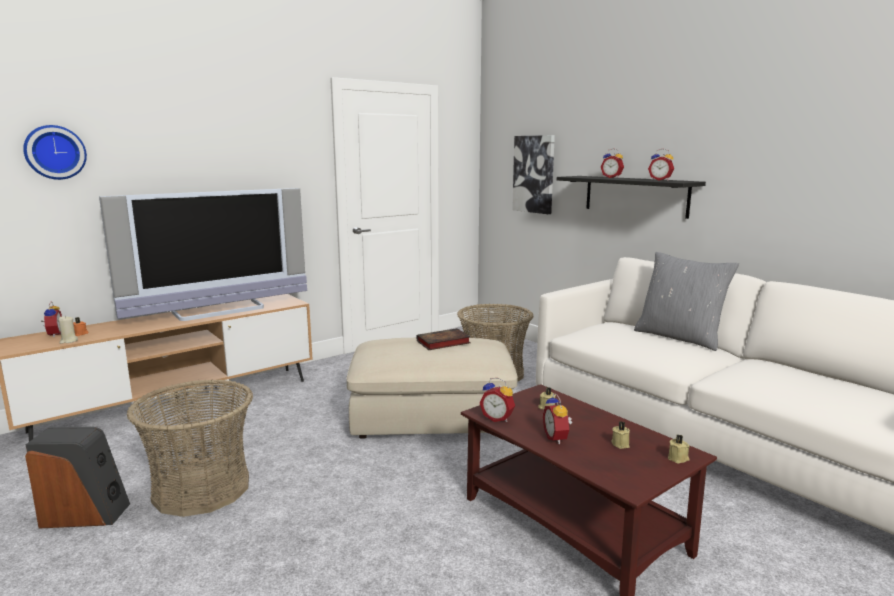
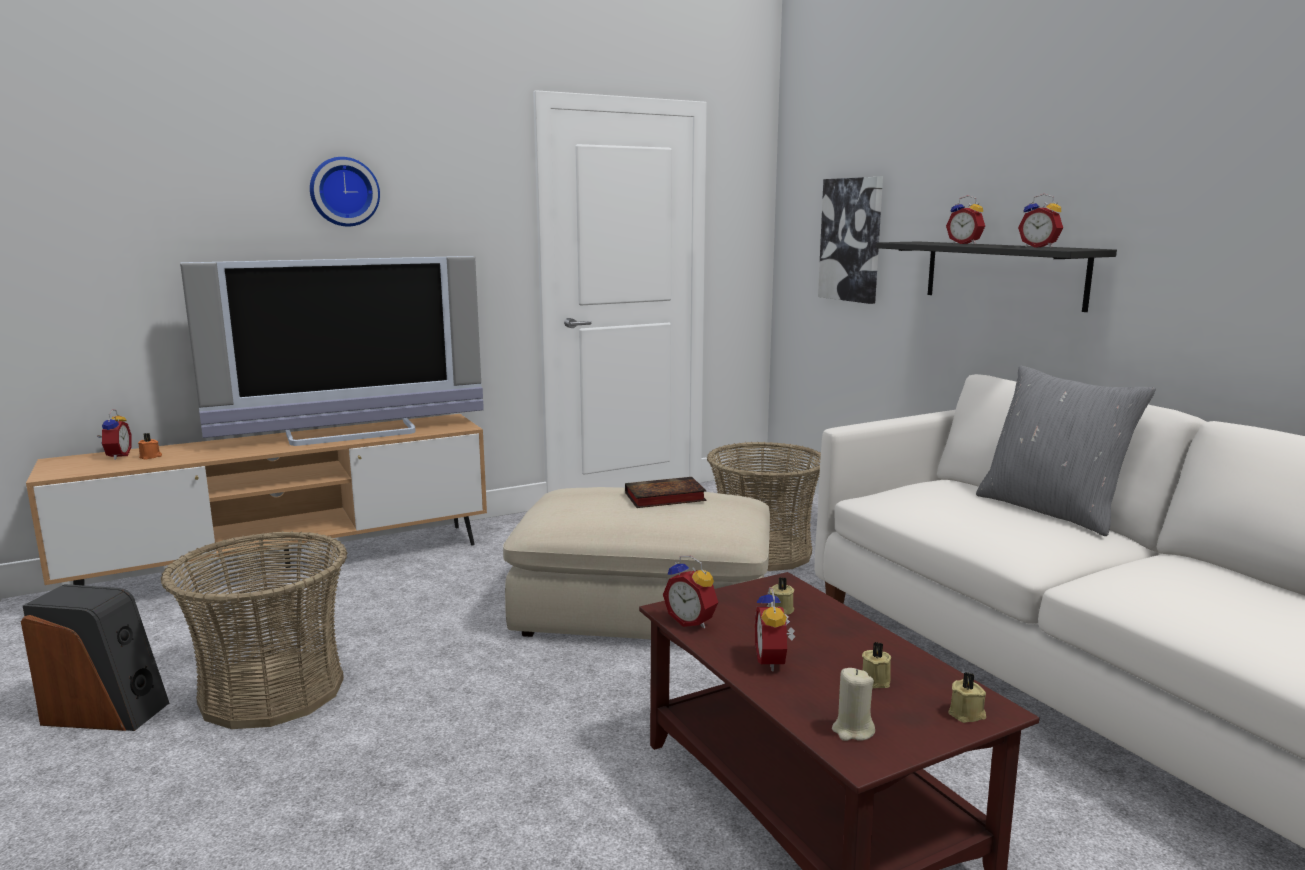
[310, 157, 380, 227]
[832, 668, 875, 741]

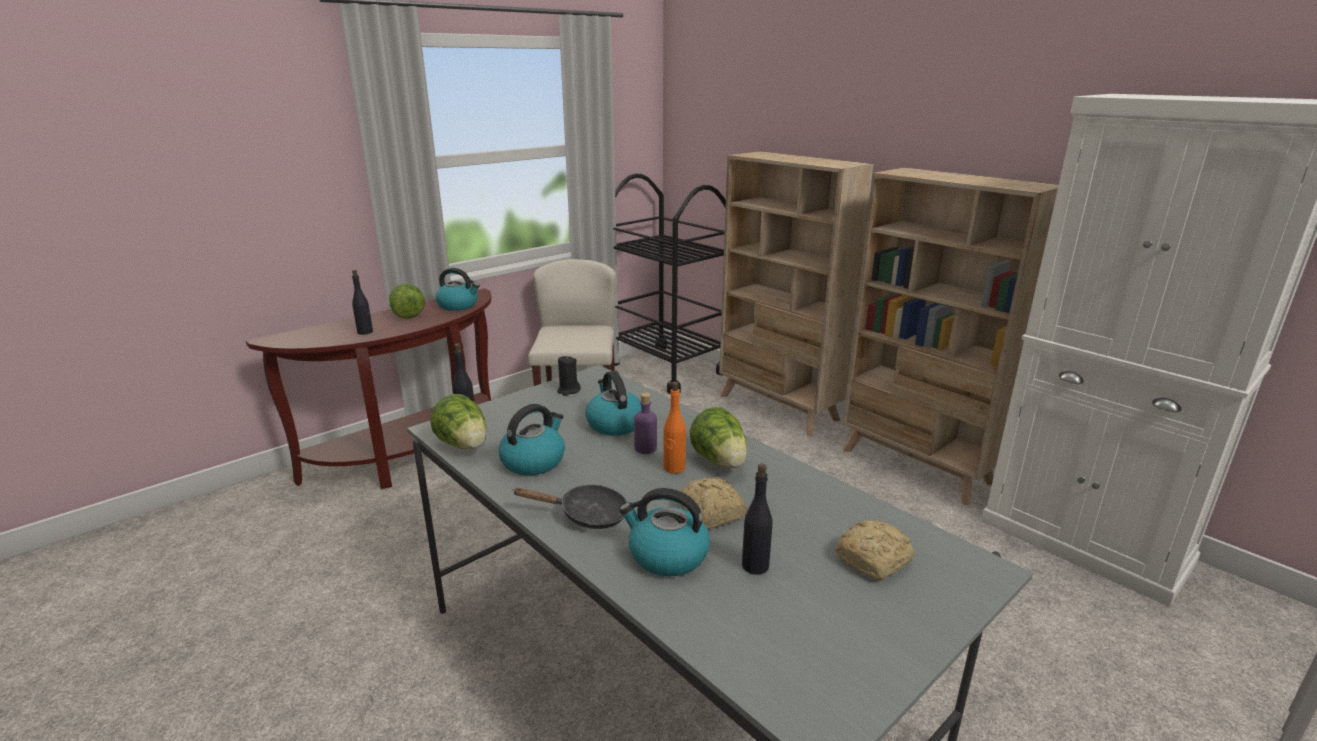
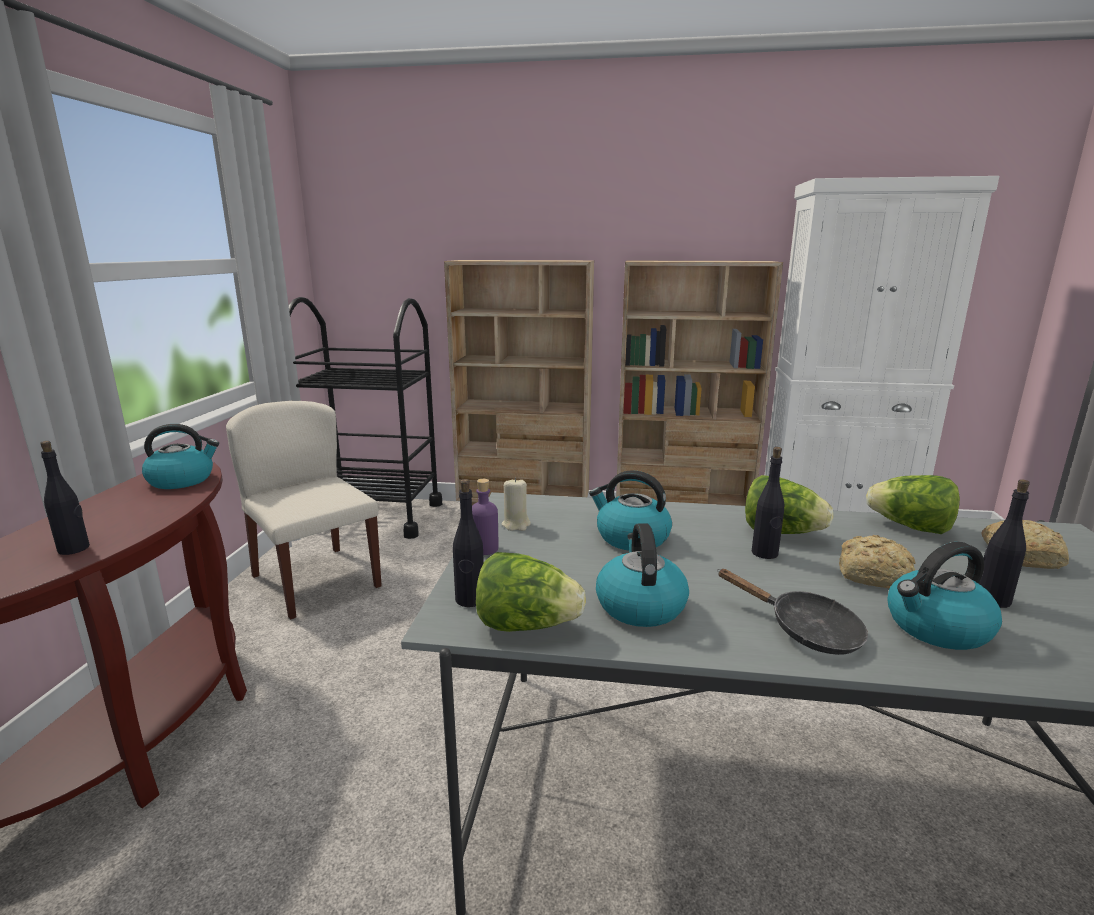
[472, 479, 498, 555]
[502, 478, 531, 531]
[717, 569, 868, 655]
[752, 447, 784, 559]
[866, 475, 960, 534]

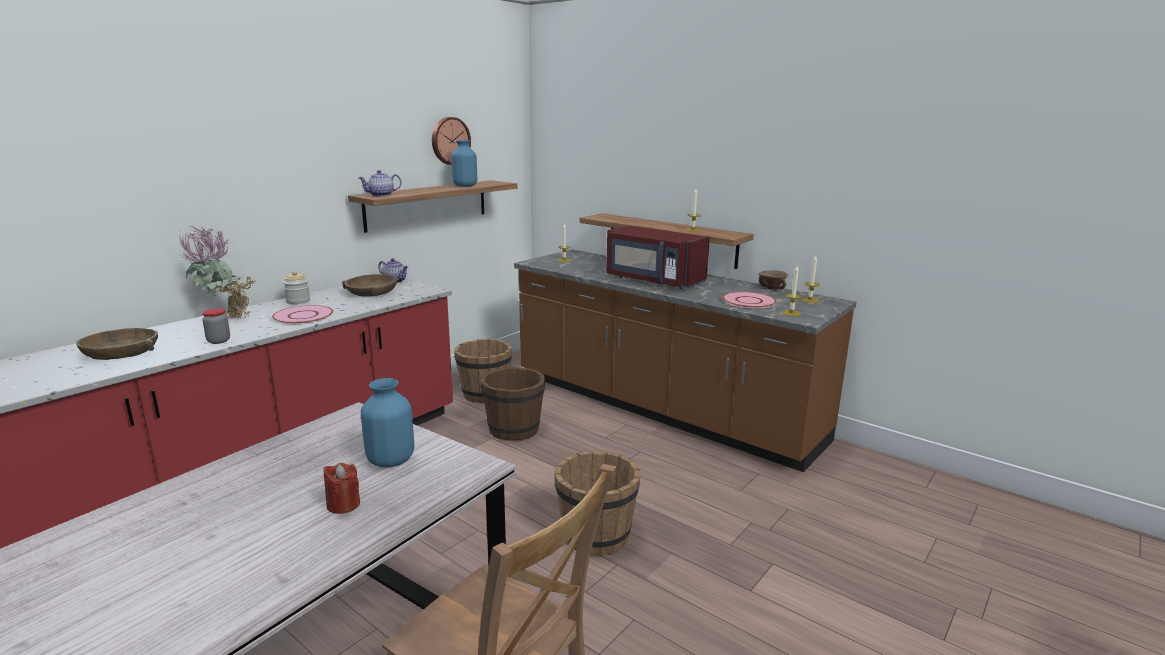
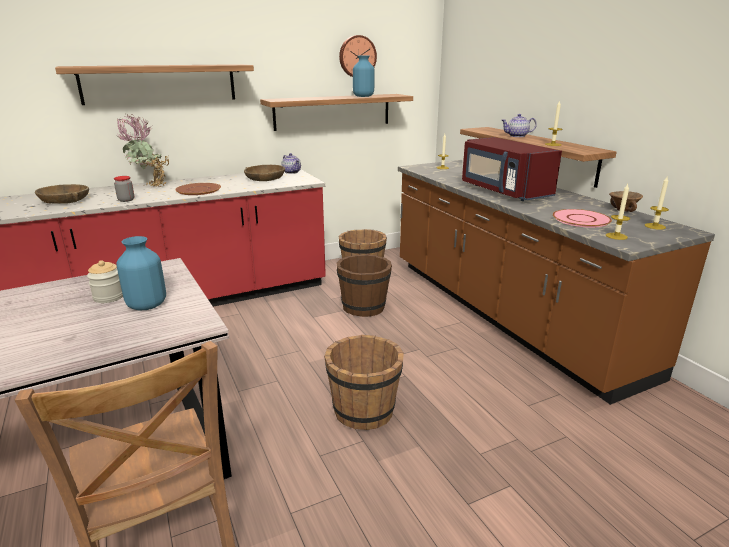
[55, 64, 254, 105]
[87, 260, 123, 303]
[175, 183, 221, 195]
[501, 114, 537, 137]
[323, 463, 360, 514] (first image)

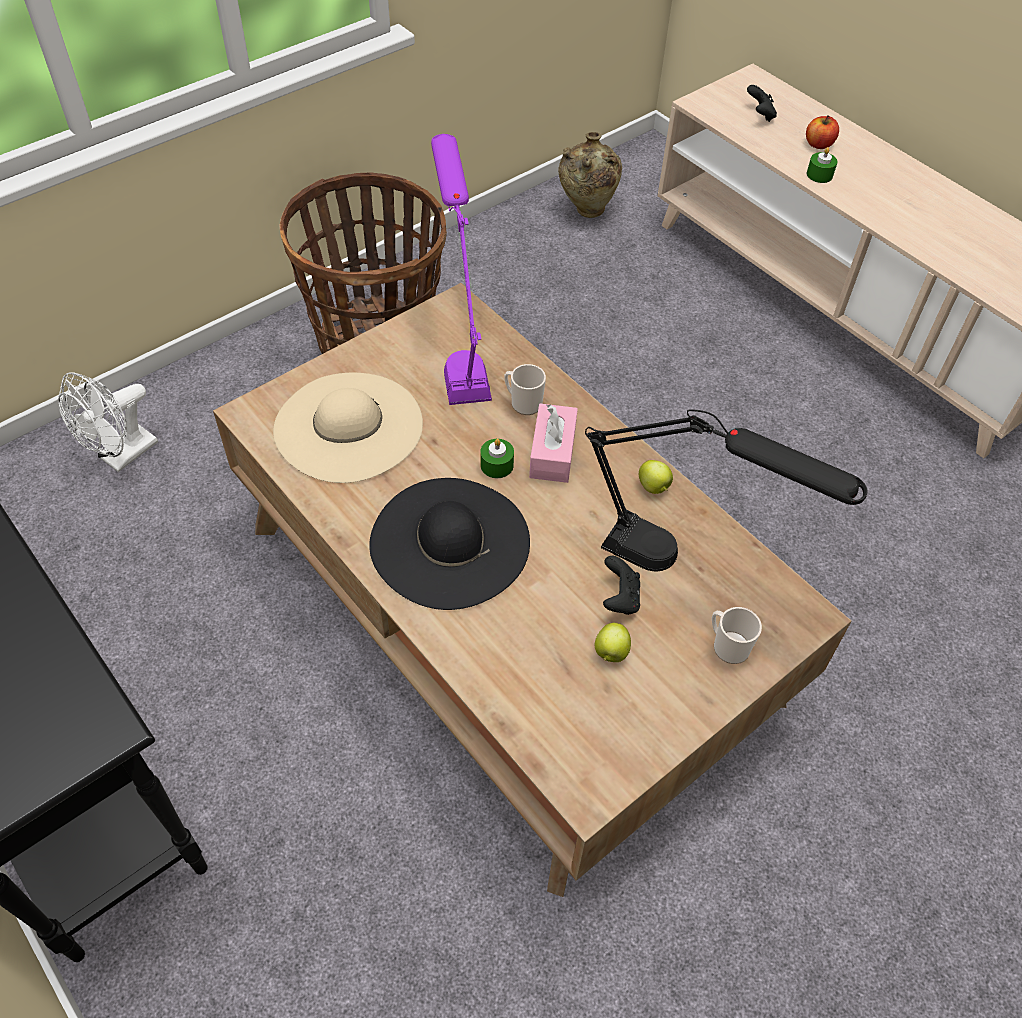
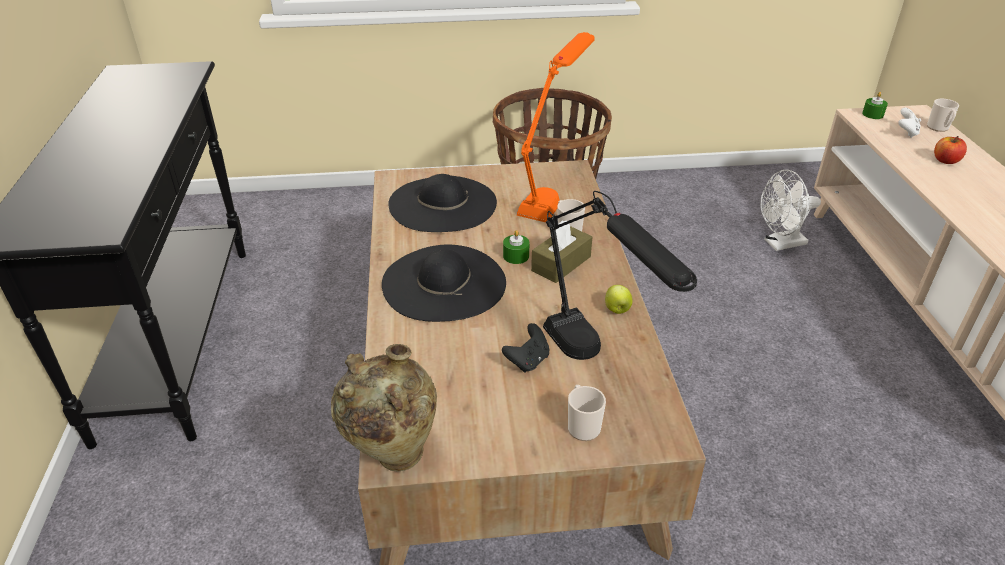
[331, 344, 437, 471]
[388, 174, 497, 232]
[517, 32, 595, 222]
[531, 220, 592, 283]
[760, 170, 821, 251]
[862, 92, 888, 119]
[898, 108, 921, 138]
[927, 99, 959, 132]
[595, 623, 631, 662] (first image)

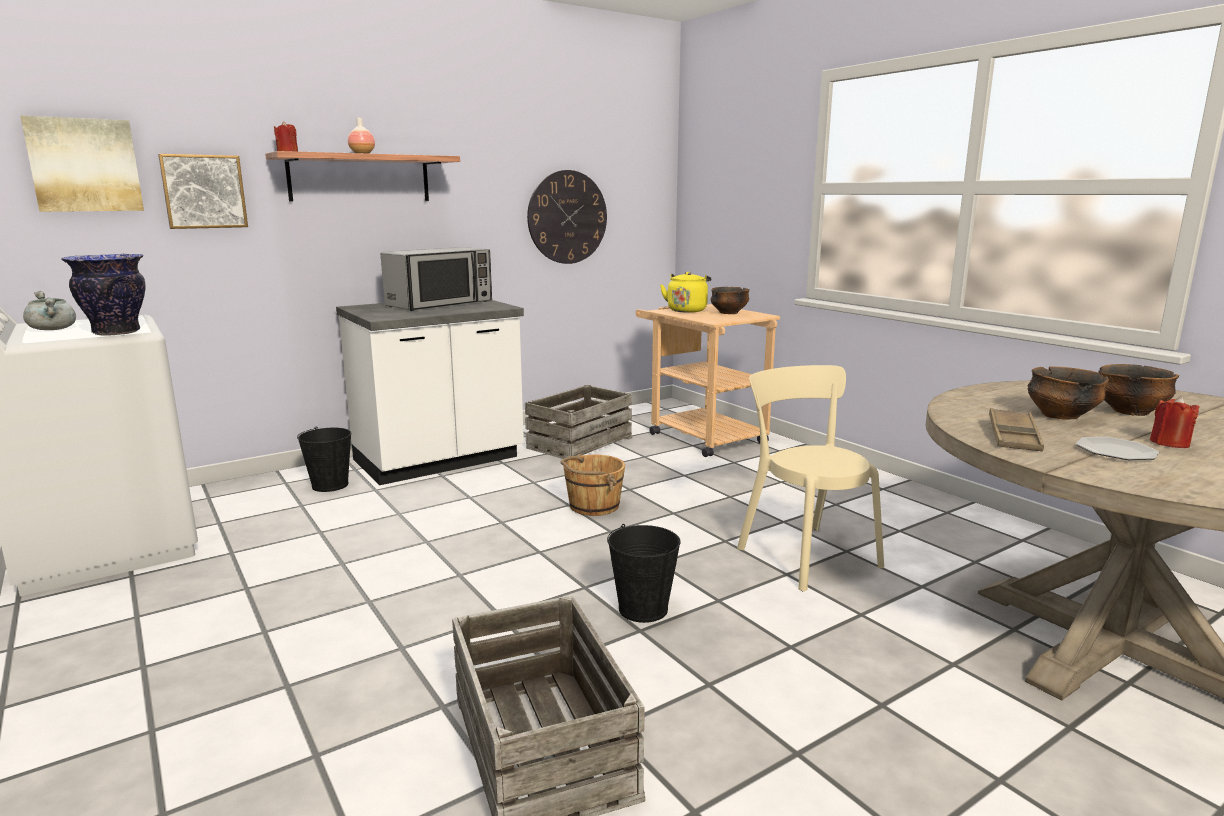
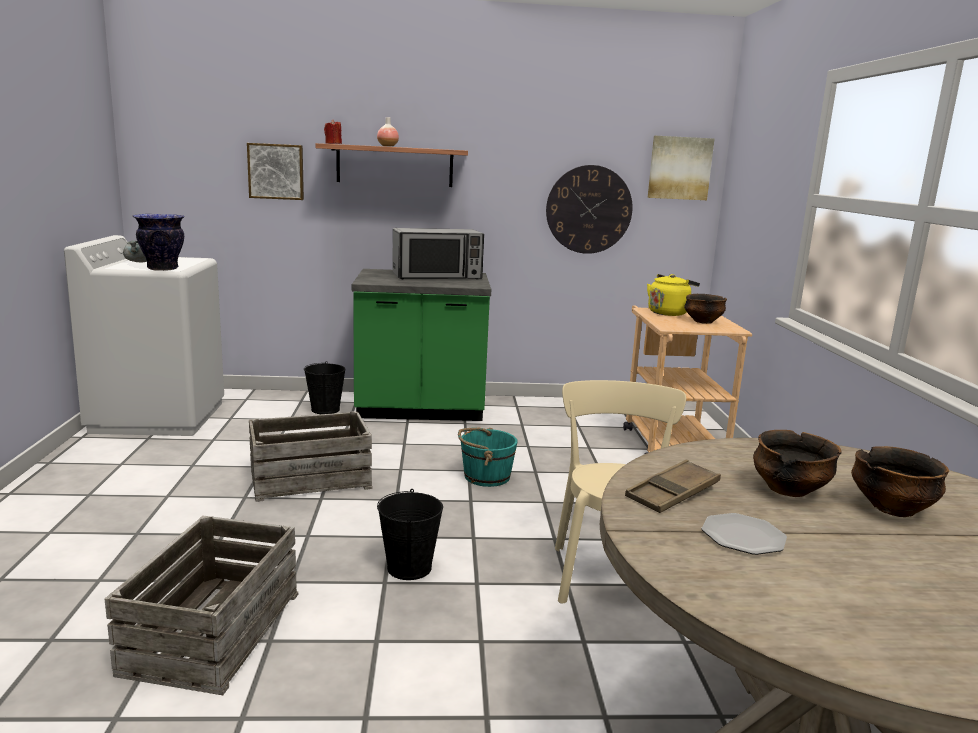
[249, 411, 372, 502]
[352, 269, 491, 421]
[458, 427, 518, 487]
[648, 136, 714, 200]
[1150, 396, 1199, 448] (first image)

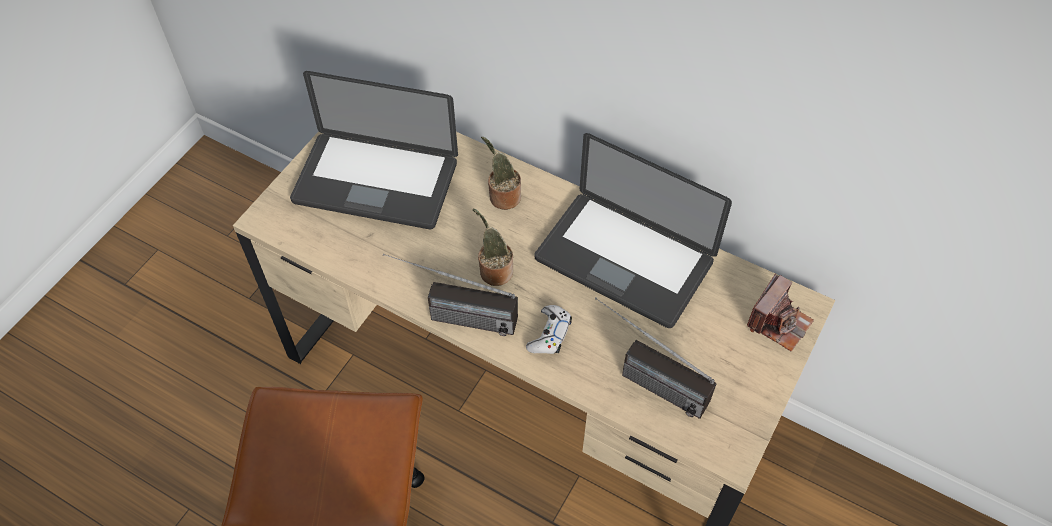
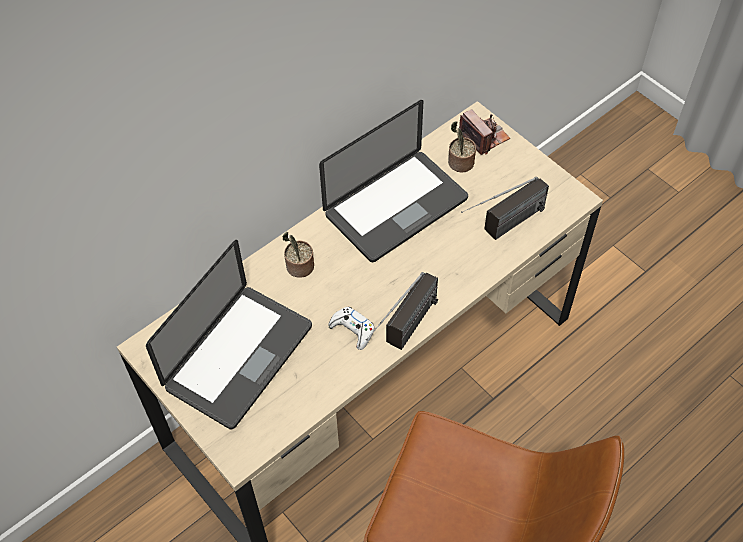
[328, 307, 375, 350]
[448, 121, 476, 172]

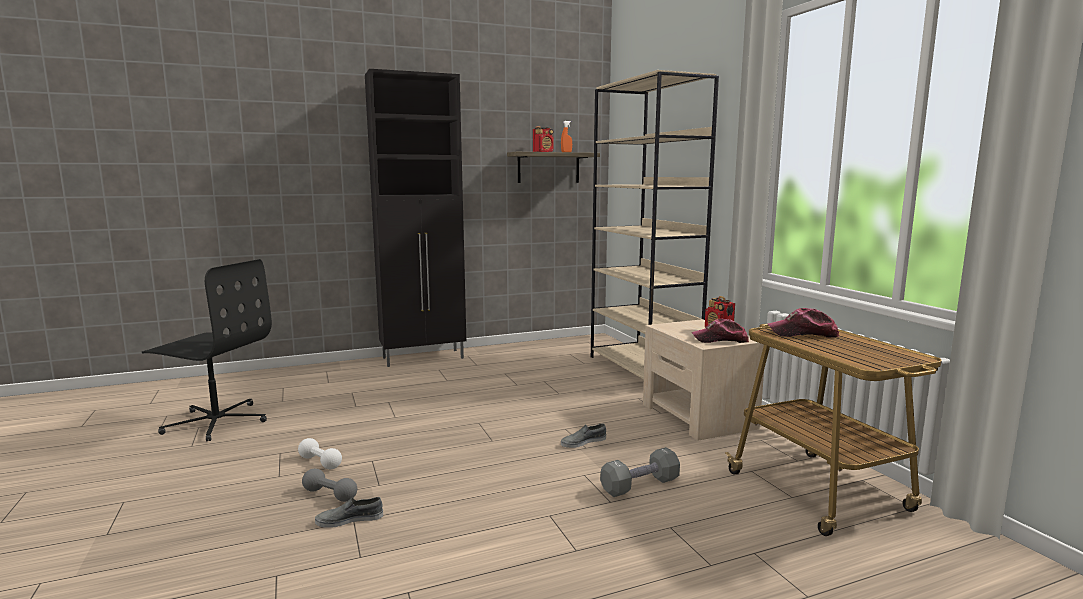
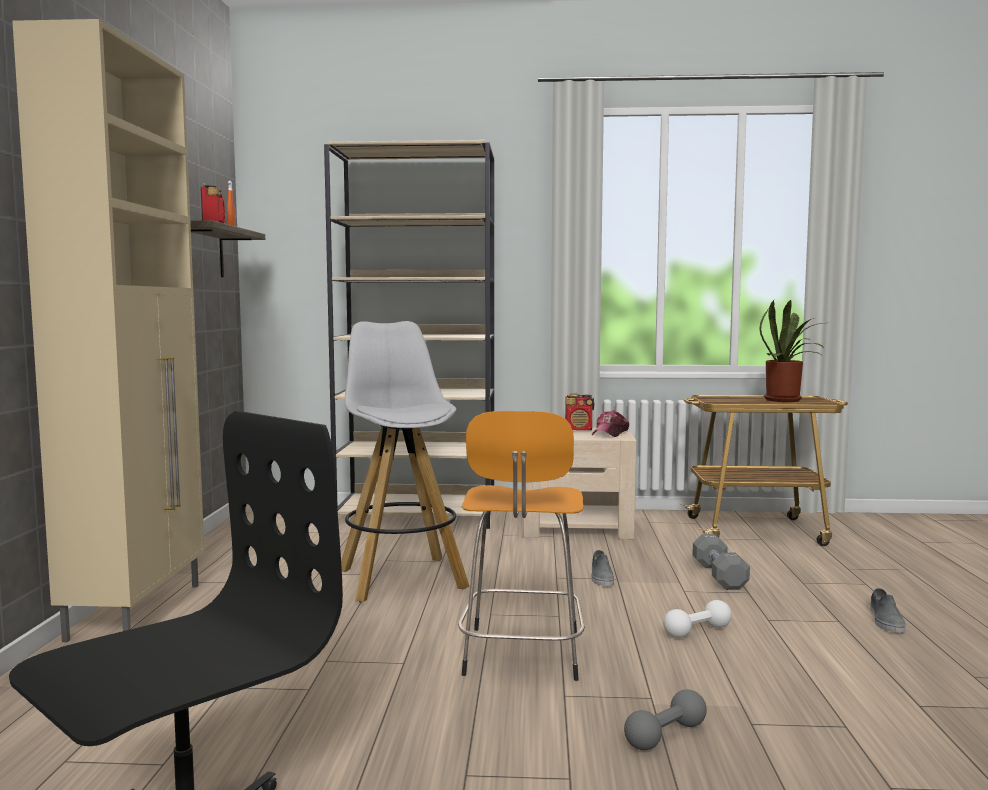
[12, 19, 204, 642]
[341, 321, 470, 602]
[458, 411, 585, 681]
[663, 600, 732, 638]
[760, 300, 824, 402]
[870, 588, 906, 633]
[767, 308, 839, 338] (first image)

